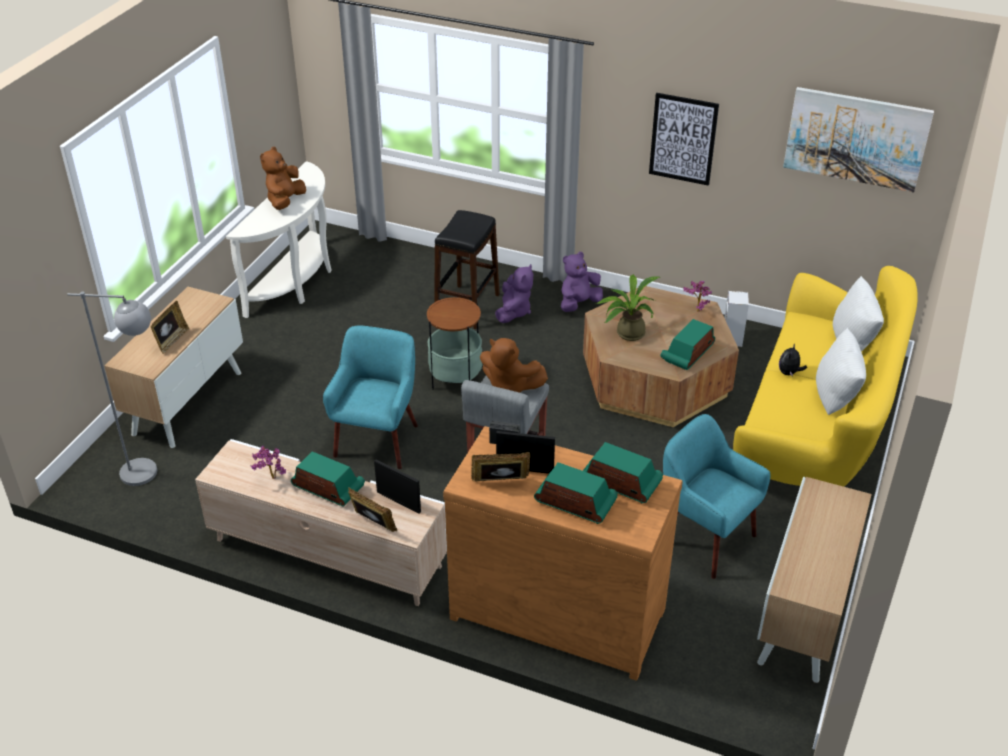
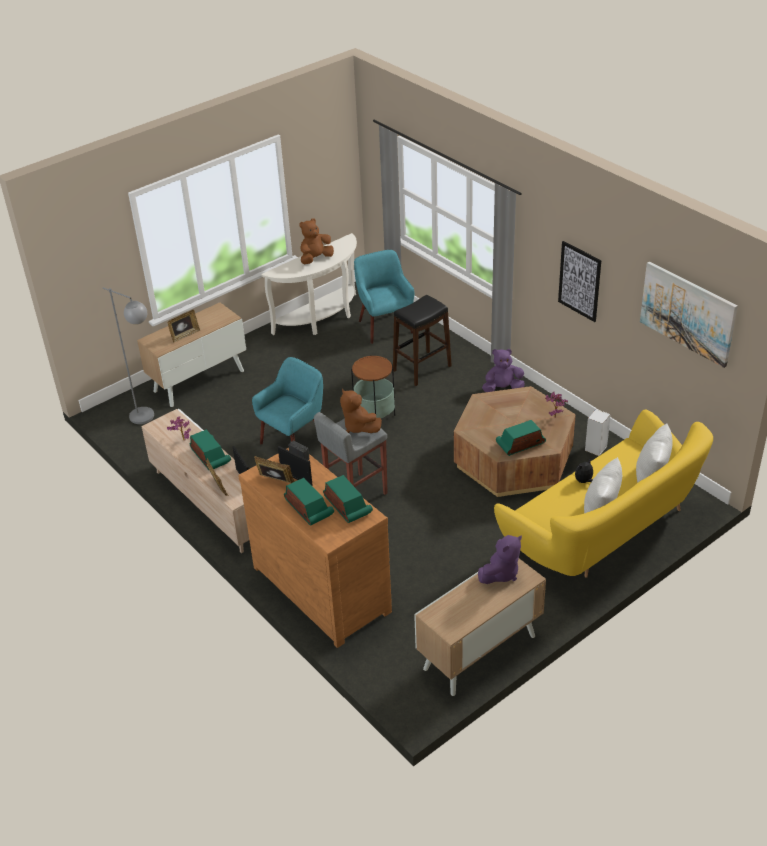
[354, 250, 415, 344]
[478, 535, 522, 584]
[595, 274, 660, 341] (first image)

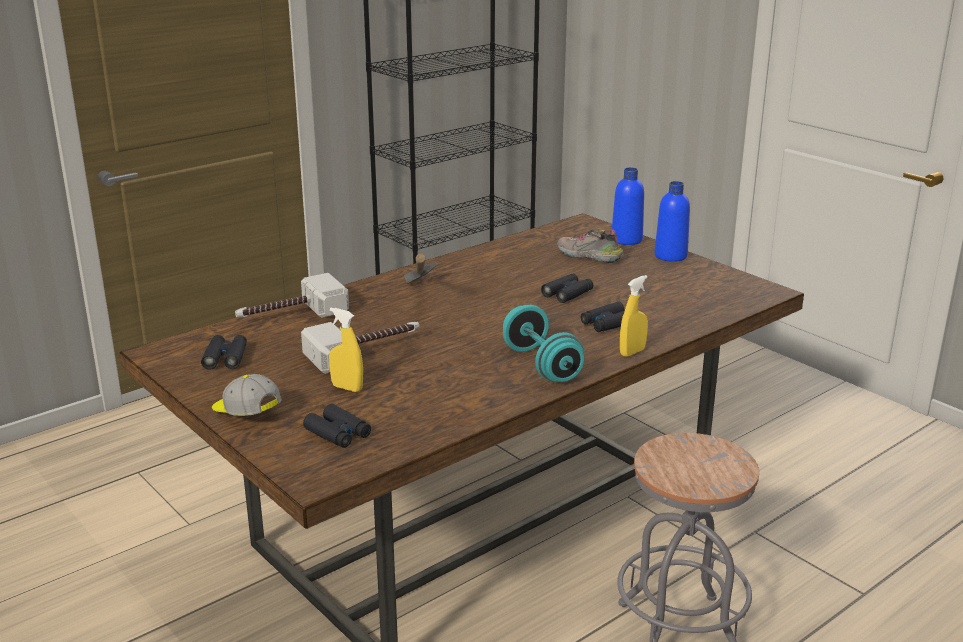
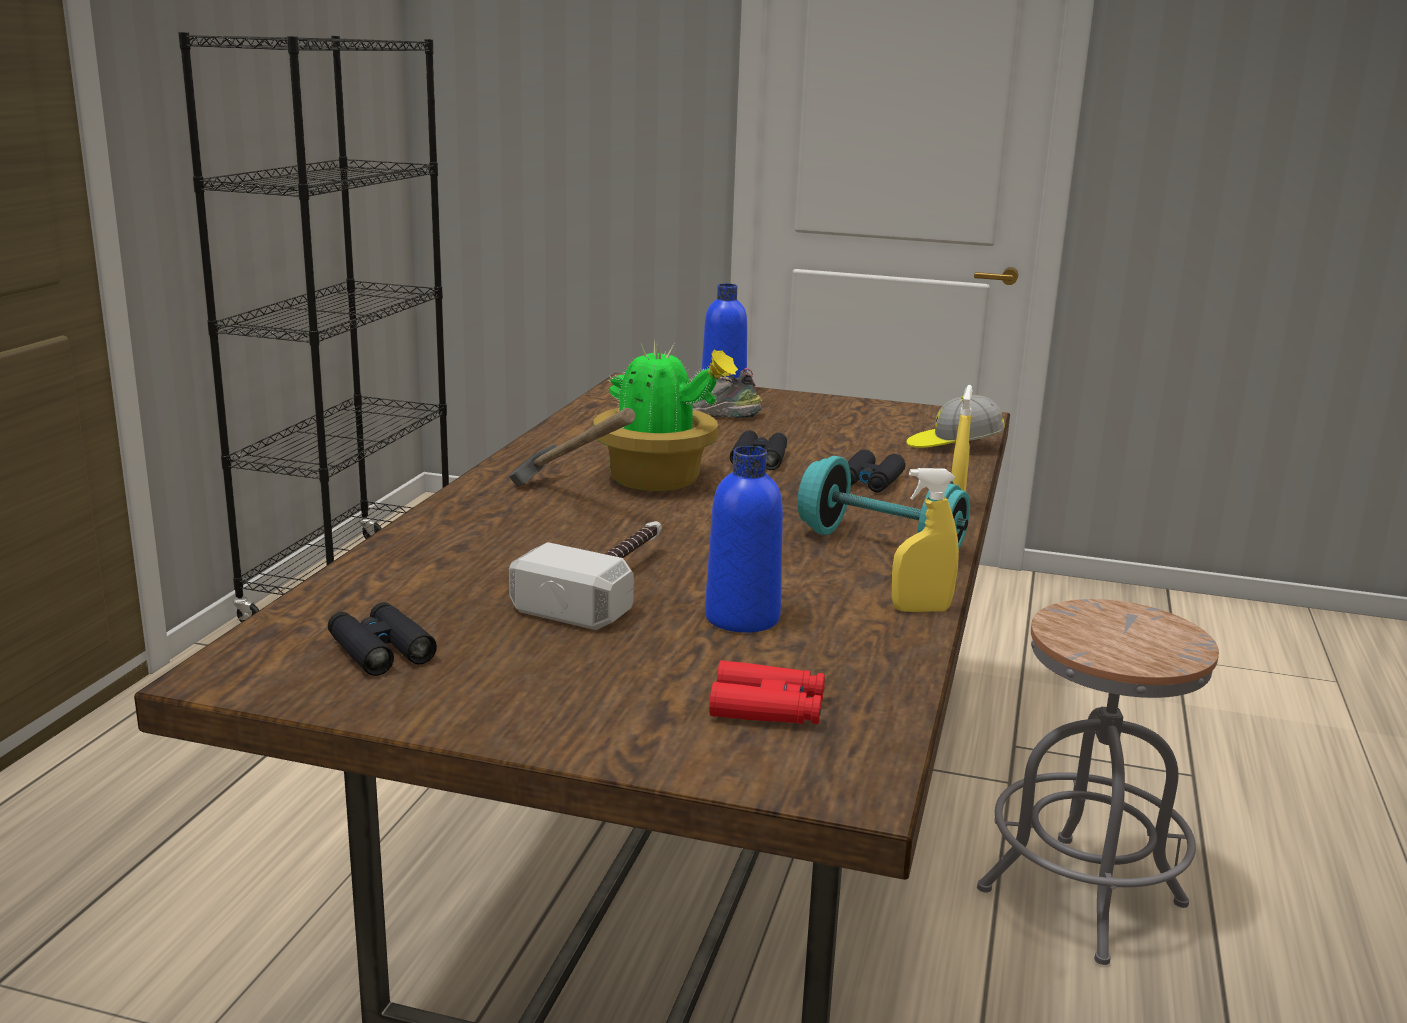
[593, 338, 738, 491]
[705, 446, 783, 633]
[709, 660, 825, 724]
[892, 468, 959, 612]
[907, 395, 1005, 448]
[235, 273, 349, 318] (first image)

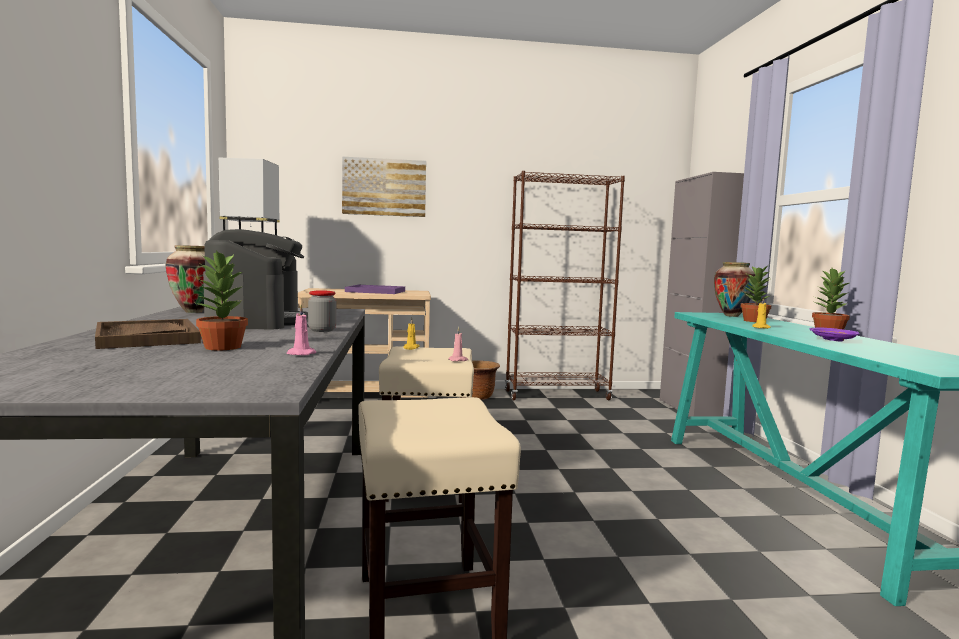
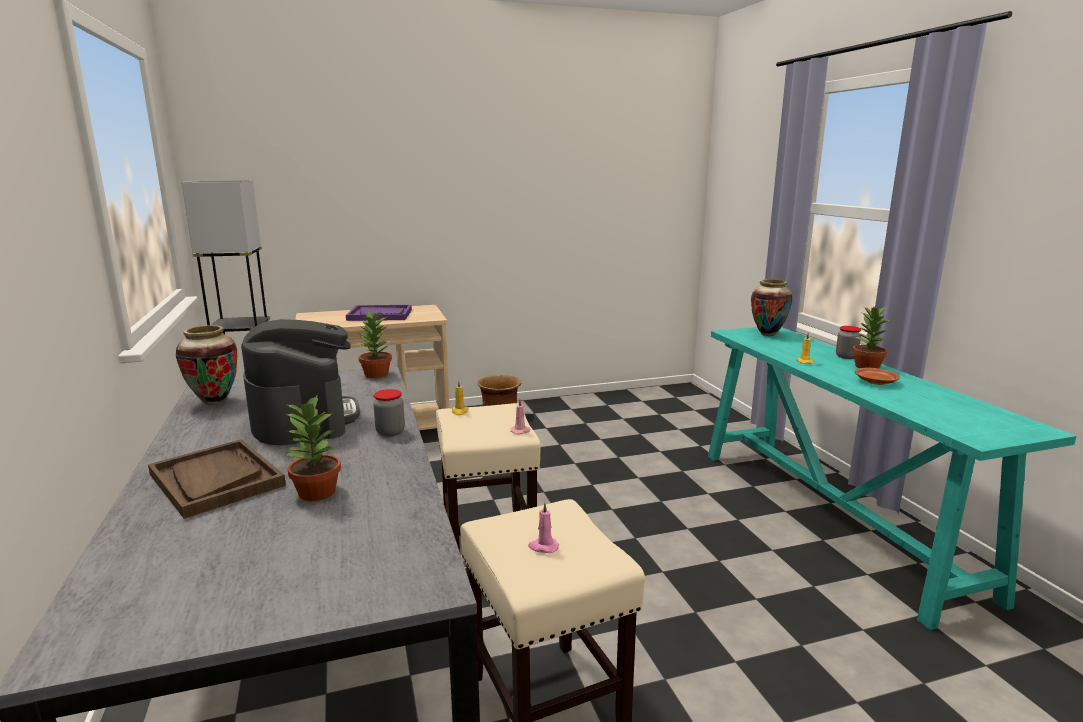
[356, 311, 392, 378]
[528, 502, 559, 553]
[836, 326, 861, 359]
[855, 368, 900, 385]
[342, 157, 426, 217] (first image)
[505, 171, 625, 401] (first image)
[660, 172, 744, 417] (first image)

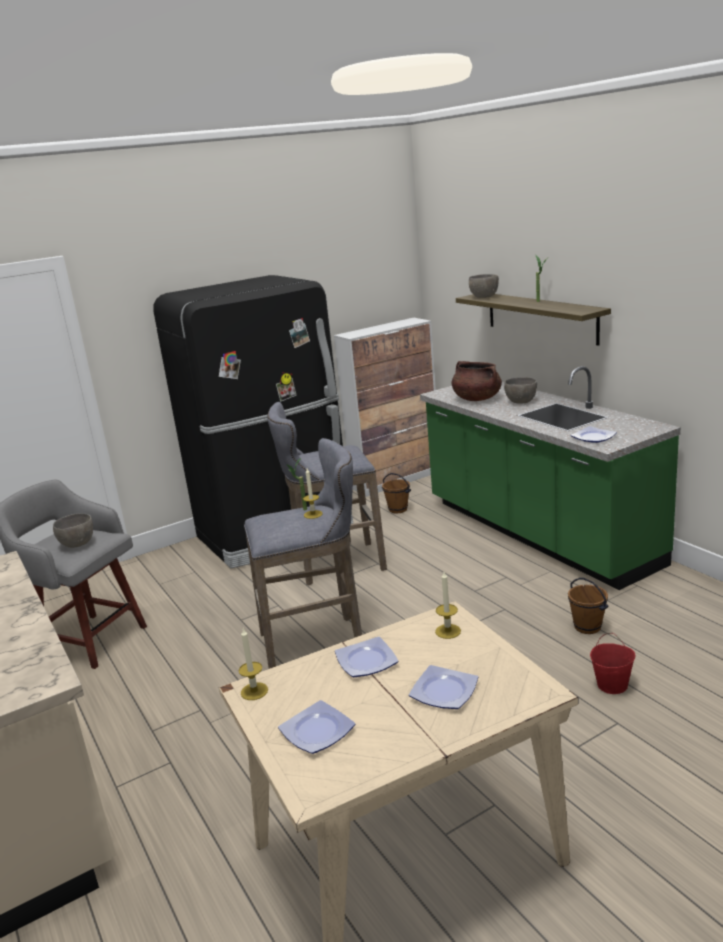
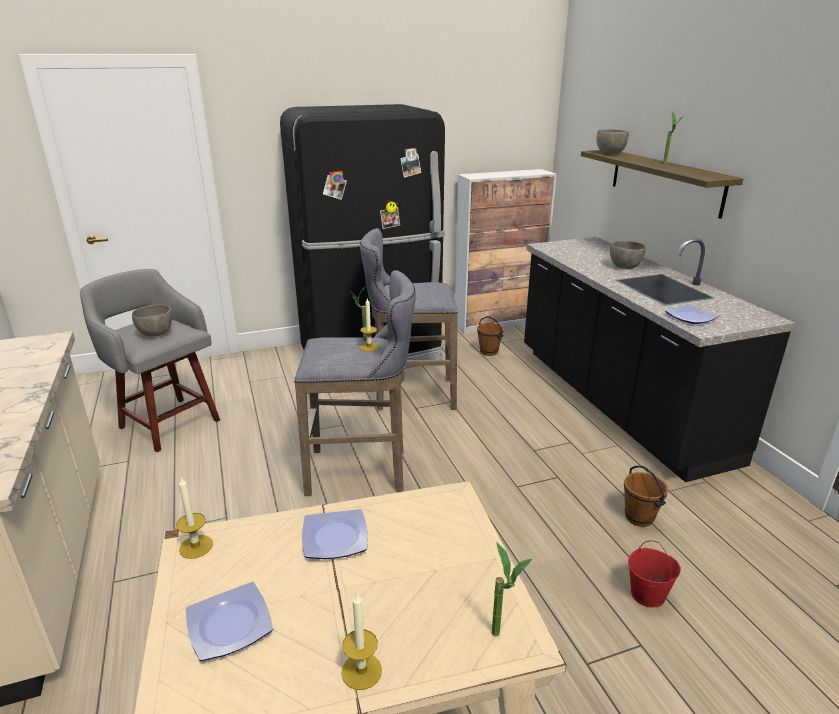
[341, 592, 382, 690]
[492, 542, 532, 636]
[524, 237, 795, 482]
[409, 665, 478, 709] (first image)
[451, 361, 502, 401] (first image)

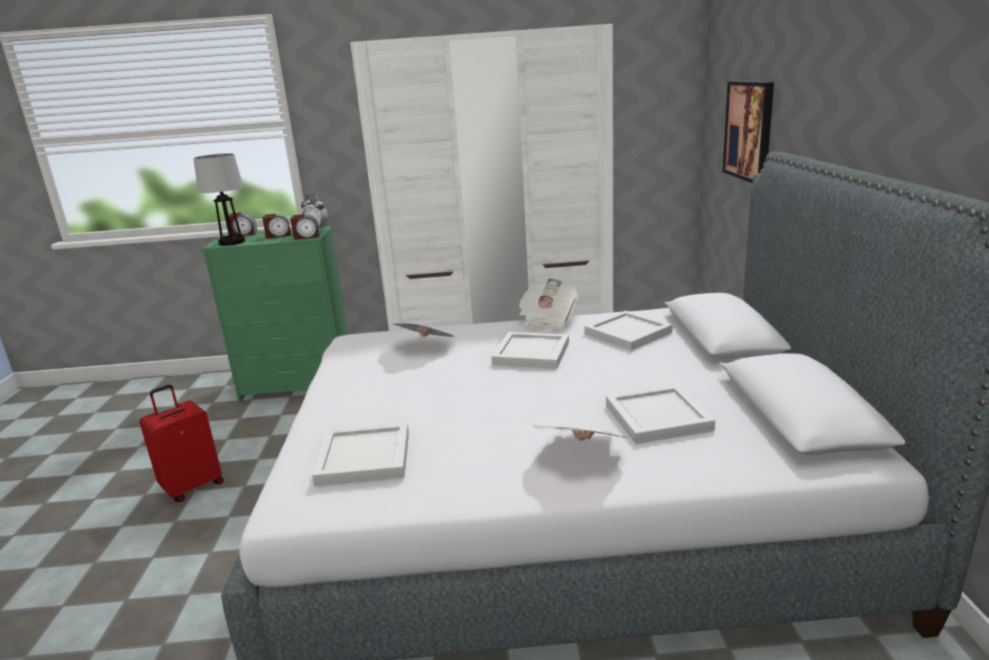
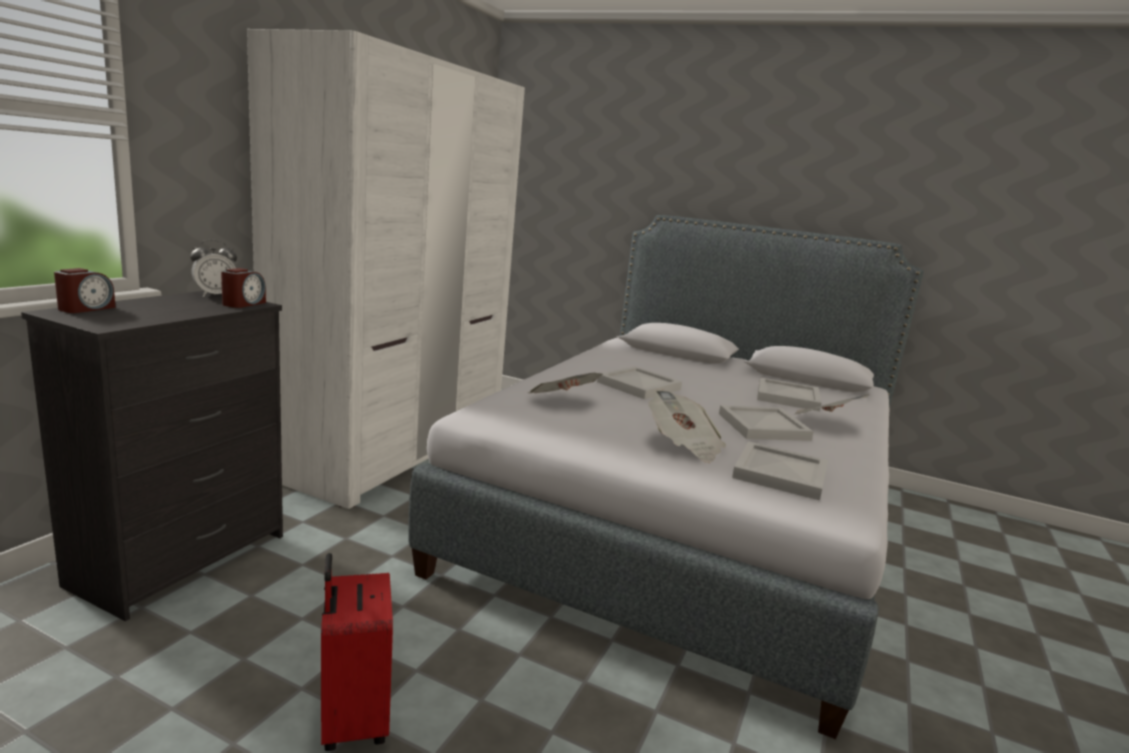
[21, 291, 283, 621]
[648, 389, 726, 463]
[719, 405, 814, 441]
[193, 153, 245, 246] (first image)
[262, 214, 291, 238] (first image)
[723, 81, 774, 183] (first image)

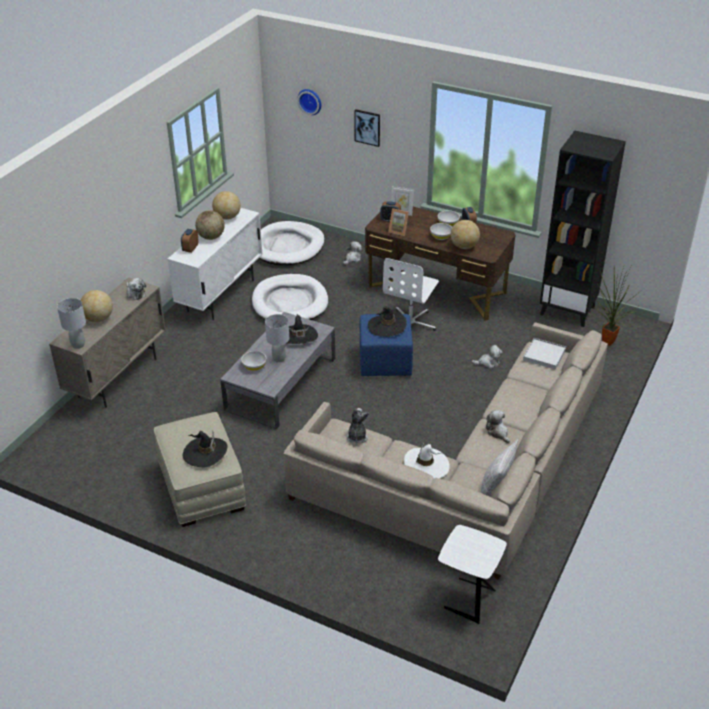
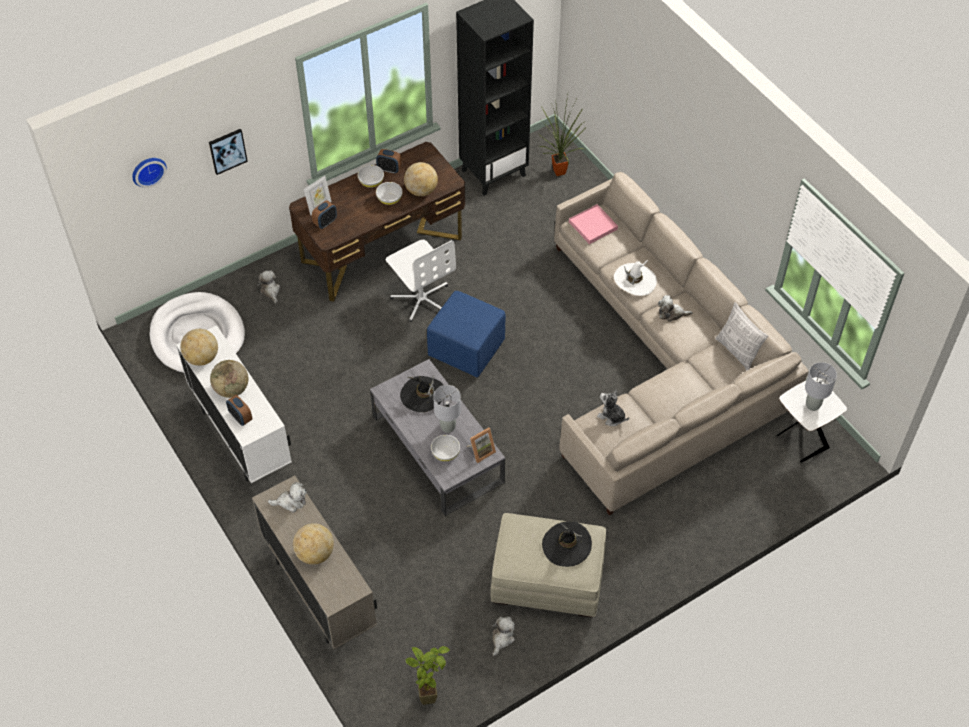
[406, 646, 450, 705]
[467, 428, 496, 463]
[492, 616, 515, 656]
[569, 204, 618, 244]
[614, 260, 657, 296]
[805, 362, 837, 411]
[252, 274, 328, 320] (first image)
[368, 306, 407, 337] (first image)

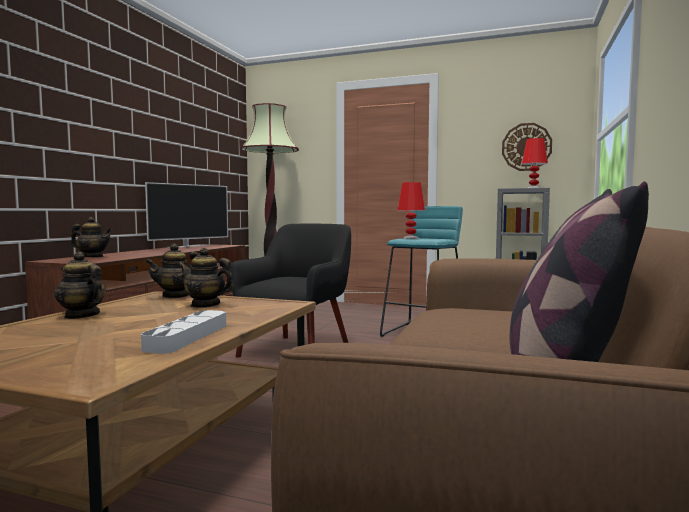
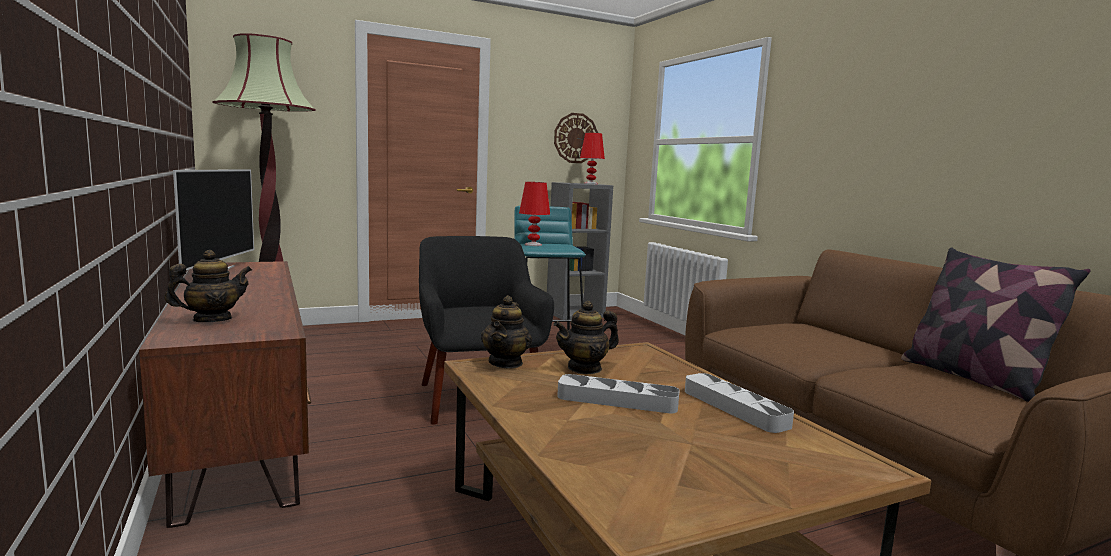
[557, 374, 680, 414]
[54, 252, 106, 319] (first image)

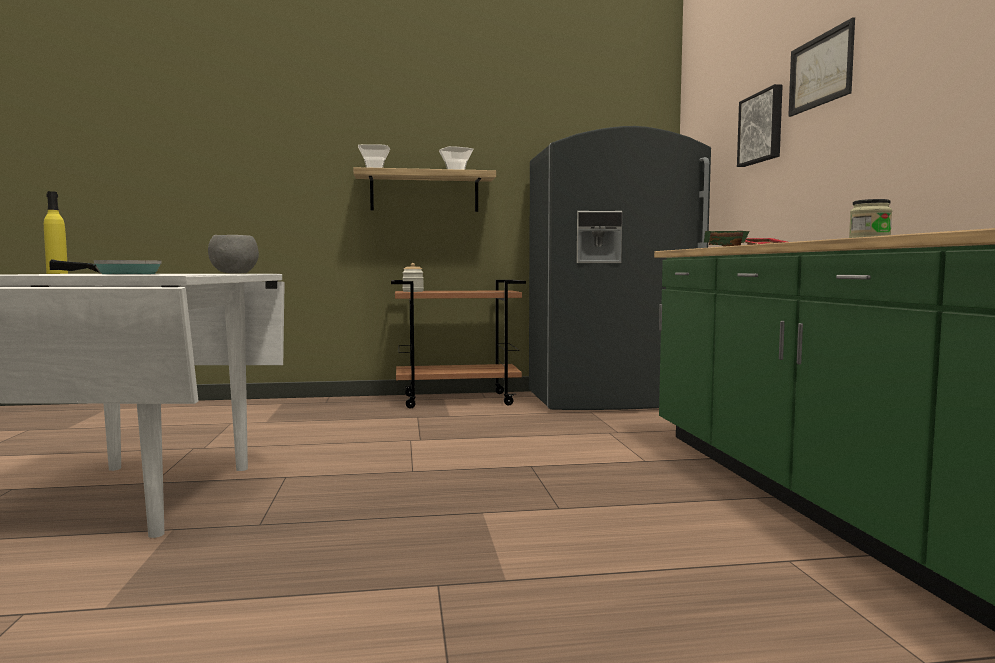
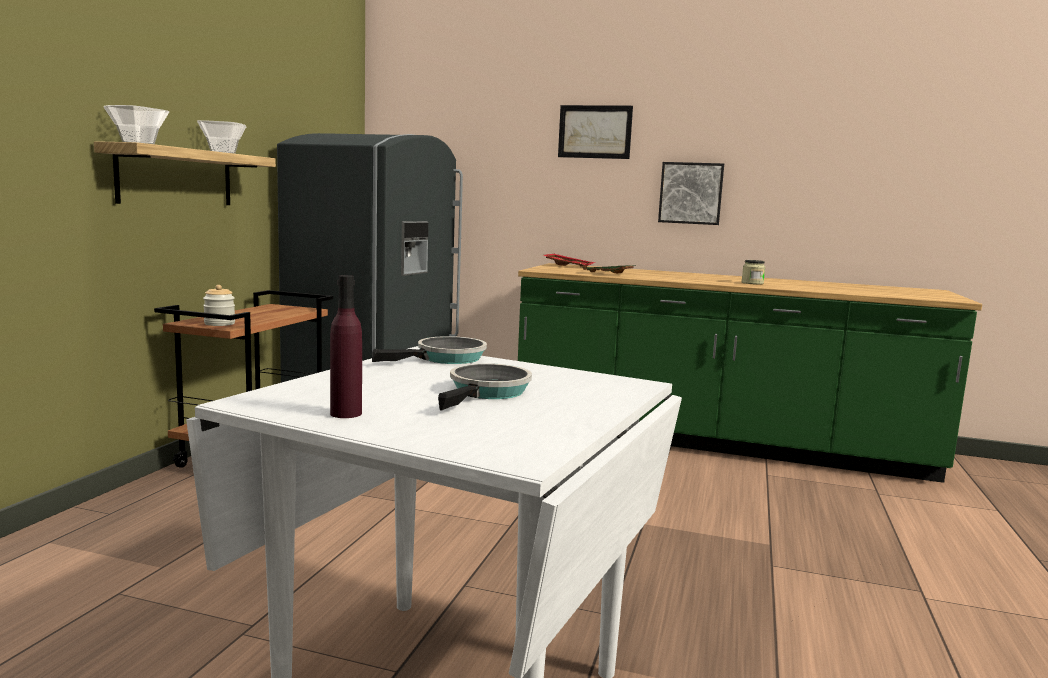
[330, 275, 362, 418]
[372, 336, 487, 364]
[658, 162, 724, 225]

